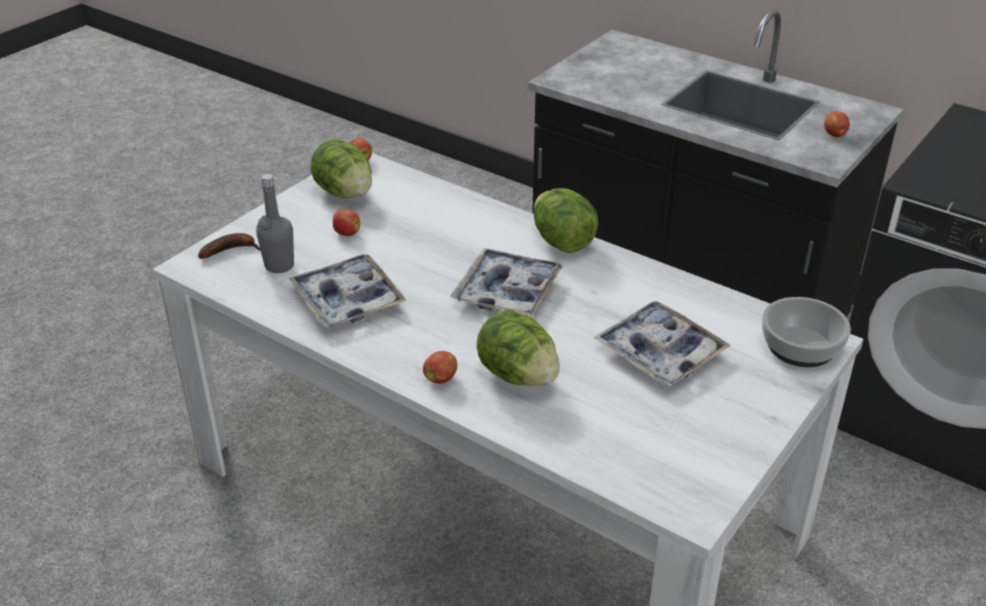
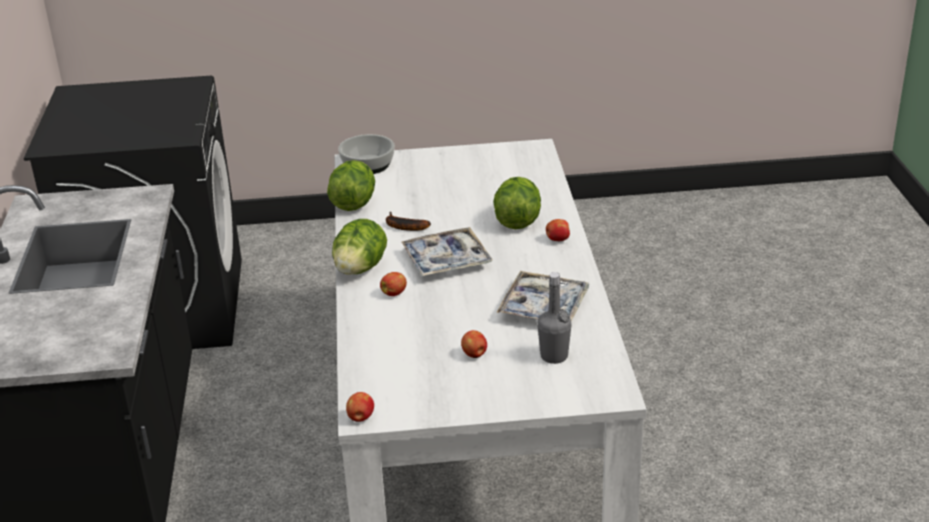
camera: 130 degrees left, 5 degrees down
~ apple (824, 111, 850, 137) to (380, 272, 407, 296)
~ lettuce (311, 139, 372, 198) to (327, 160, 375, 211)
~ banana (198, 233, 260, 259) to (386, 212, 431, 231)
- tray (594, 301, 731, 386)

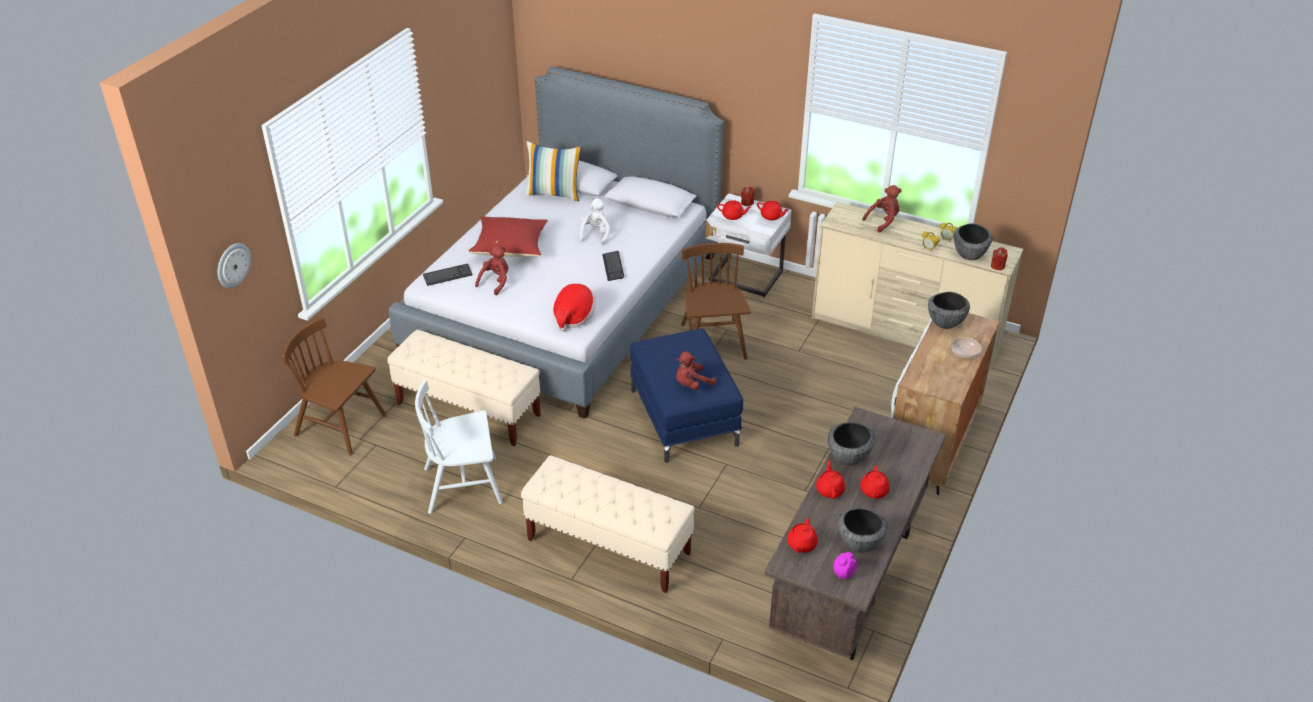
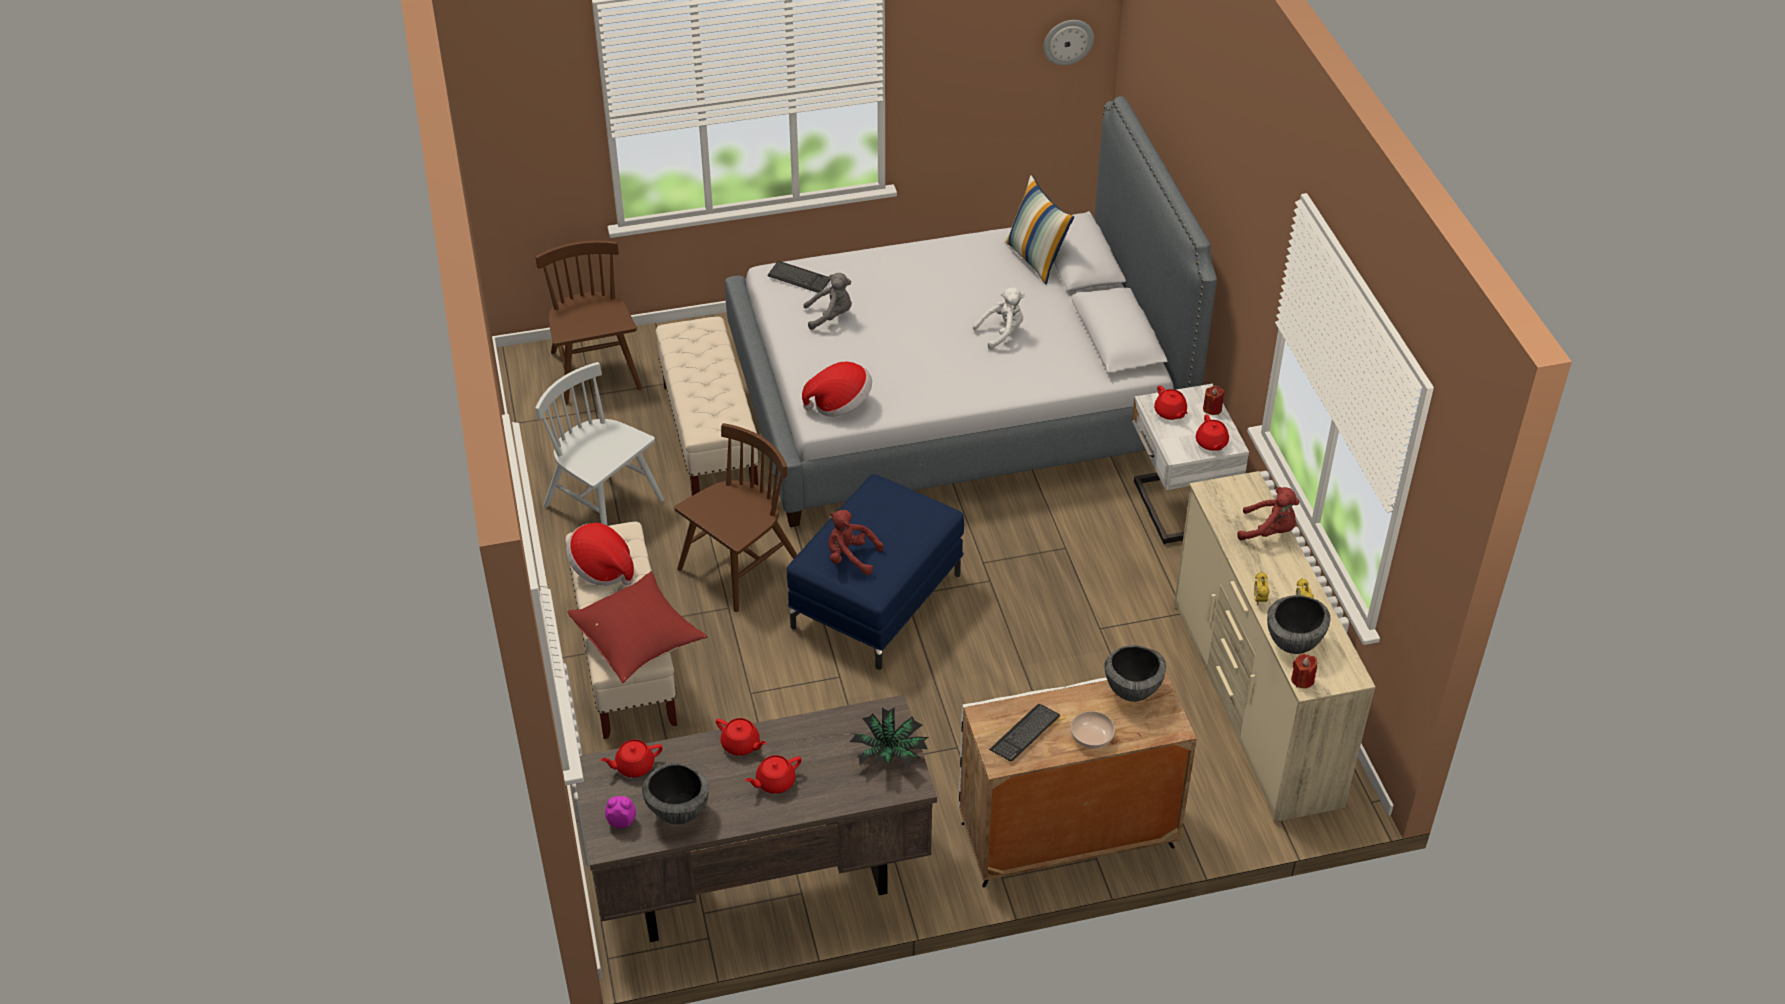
camera: 50 degrees right, 5 degrees up
~ red pillow (469, 216, 548, 257) to (567, 571, 708, 684)
~ wall clock (218, 243, 251, 288) to (1044, 20, 1094, 65)
~ brown chair (681, 243, 751, 360) to (674, 423, 797, 612)
~ red plush toy (475, 245, 508, 295) to grey plush toy (804, 273, 852, 330)
~ keyboard (602, 251, 624, 281) to (989, 704, 1060, 761)
- bowl (828, 422, 875, 466)
~ red teapot (816, 460, 845, 499) = (716, 718, 766, 756) 75 degrees clockwise
+ hat (566, 523, 634, 586)
+ potted plant (850, 708, 928, 767)

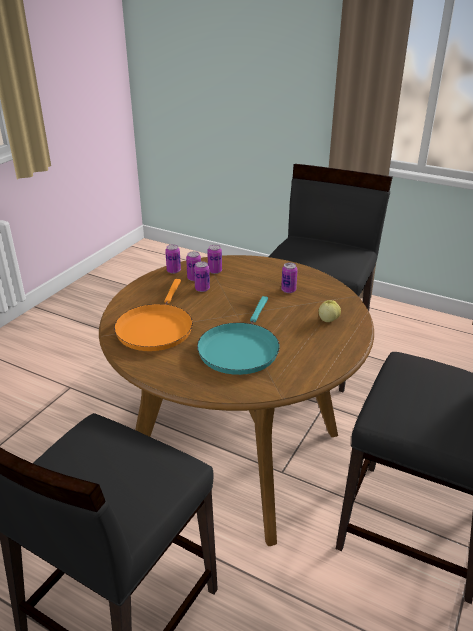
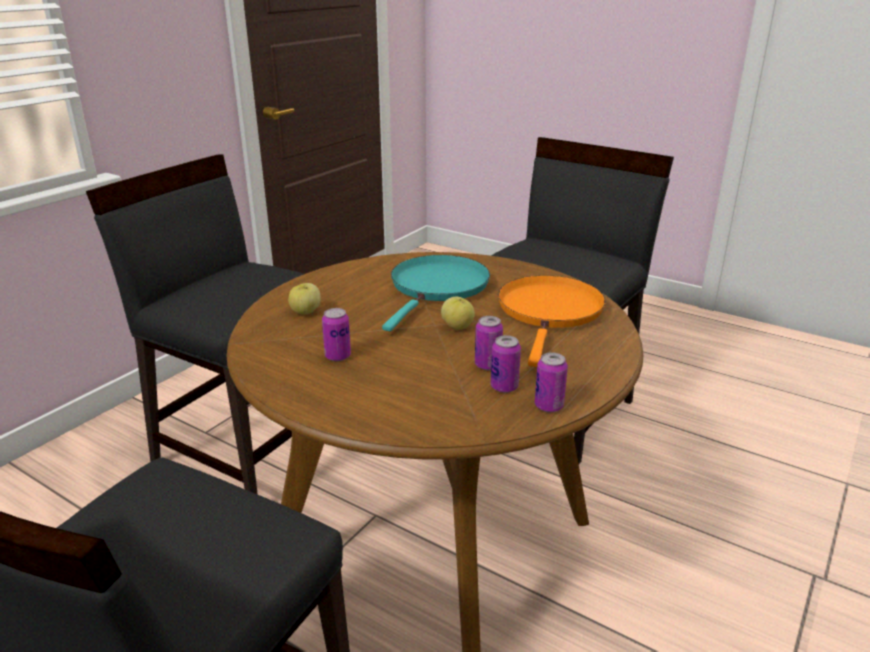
camera: 175 degrees left, 5 degrees down
- can (207, 245, 222, 274)
+ apple (441, 297, 475, 330)

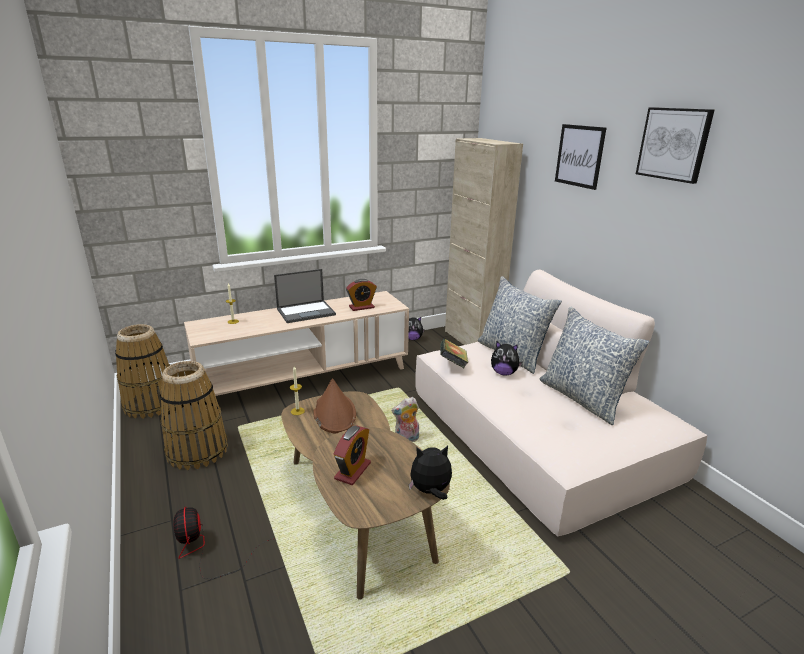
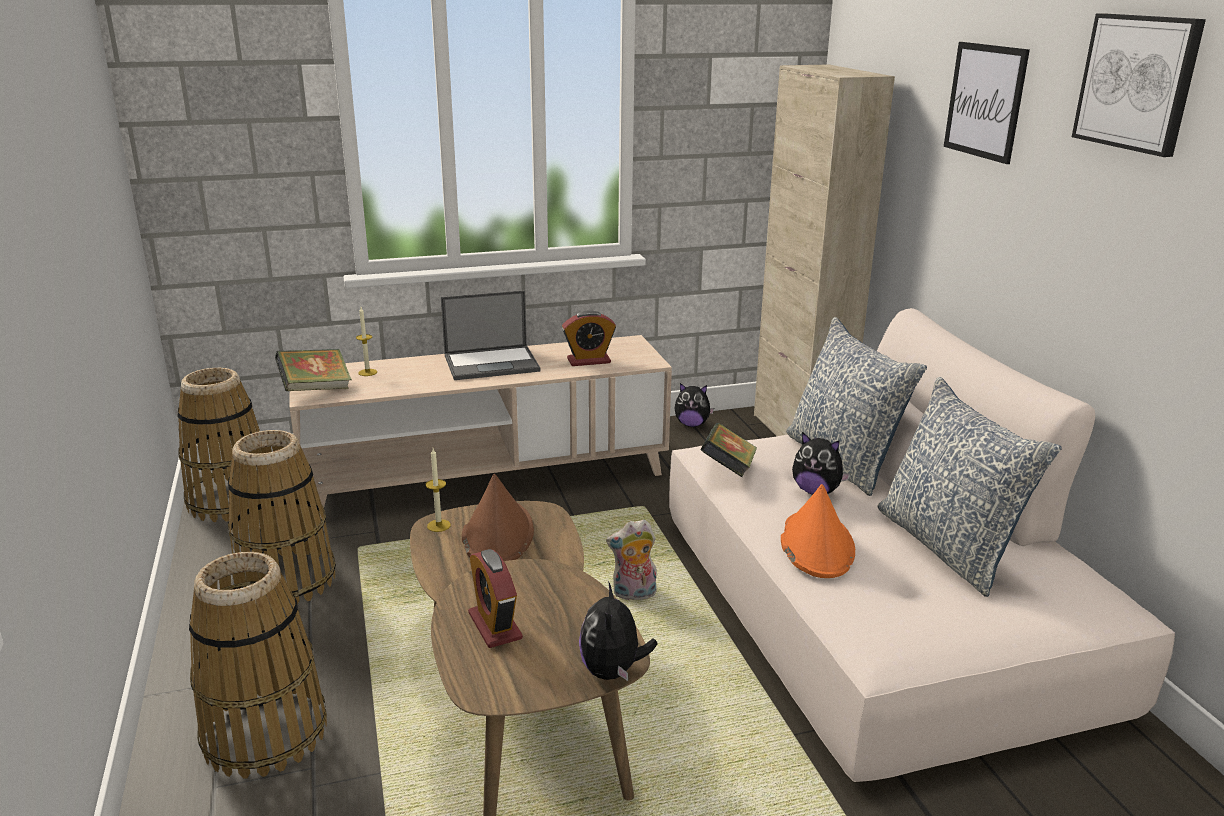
camera: 10 degrees right, 0 degrees up
~ alarm clock (334, 425, 371, 485) = (468, 549, 523, 648) 120 degrees clockwise
~ plush toy (409, 445, 452, 500) = (579, 581, 657, 681) 90 degrees counterclockwise
~ fan (173, 507, 275, 579) to basket (189, 552, 327, 778)
+ book (275, 349, 352, 391)
+ orange hat (781, 484, 855, 578)

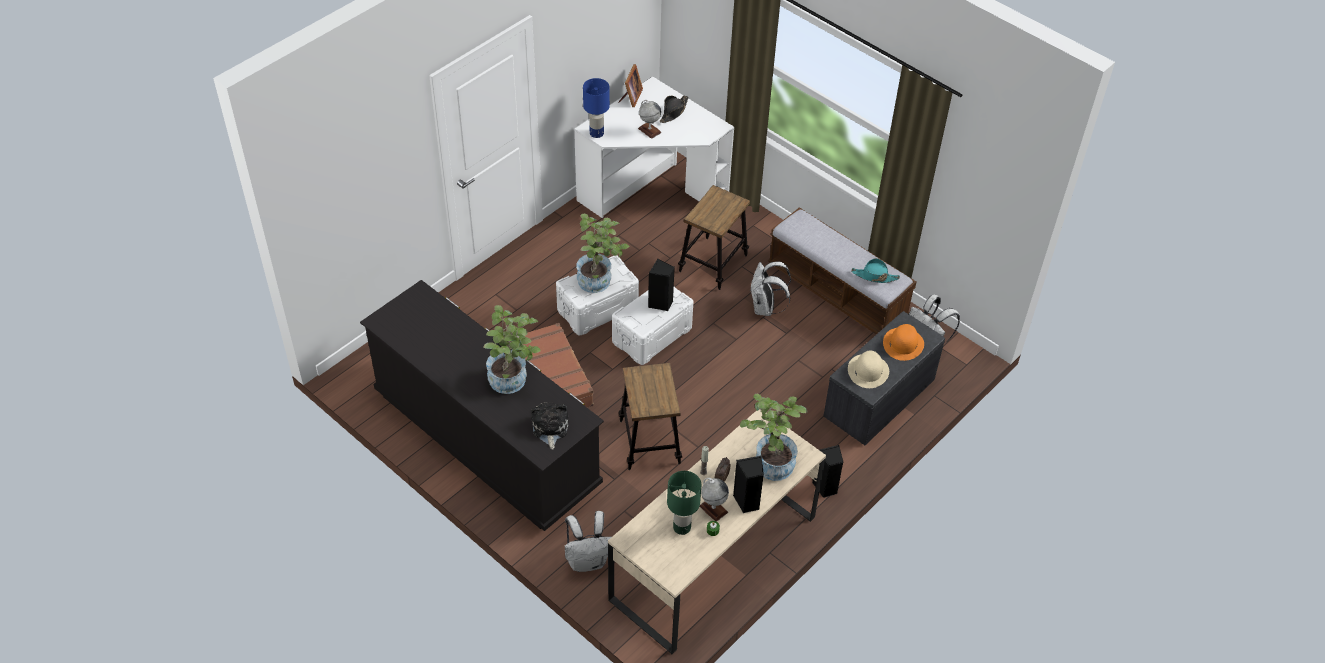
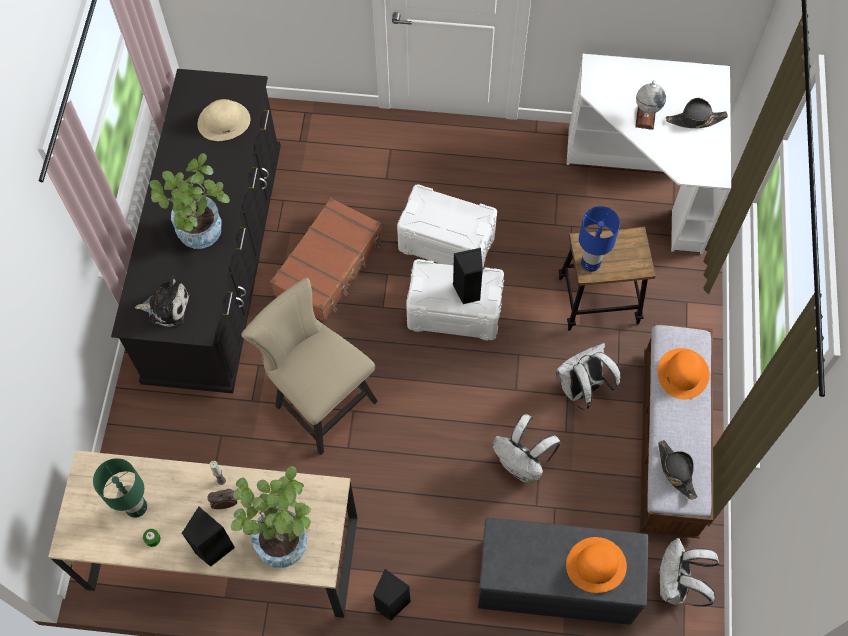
camera: 55 degrees right, 15 degrees up
- picture frame (618, 64, 643, 107)
~ blue table lamp (583, 78, 610, 138) to (579, 206, 620, 272)
- potted plant (576, 214, 630, 293)
~ turquoise hat (851, 258, 900, 283) to black hat (658, 440, 698, 500)
~ beige hat (848, 351, 889, 388) to (197, 99, 250, 141)
~ stool (619, 363, 682, 470) to beige chair (241, 278, 378, 455)
~ plush toy (531, 402, 569, 450) = (135, 275, 190, 327) 45 degrees clockwise
- globe (699, 478, 729, 522)
~ white backpack (565, 511, 611, 572) to (493, 414, 561, 483)
+ orange hat (658, 348, 710, 400)

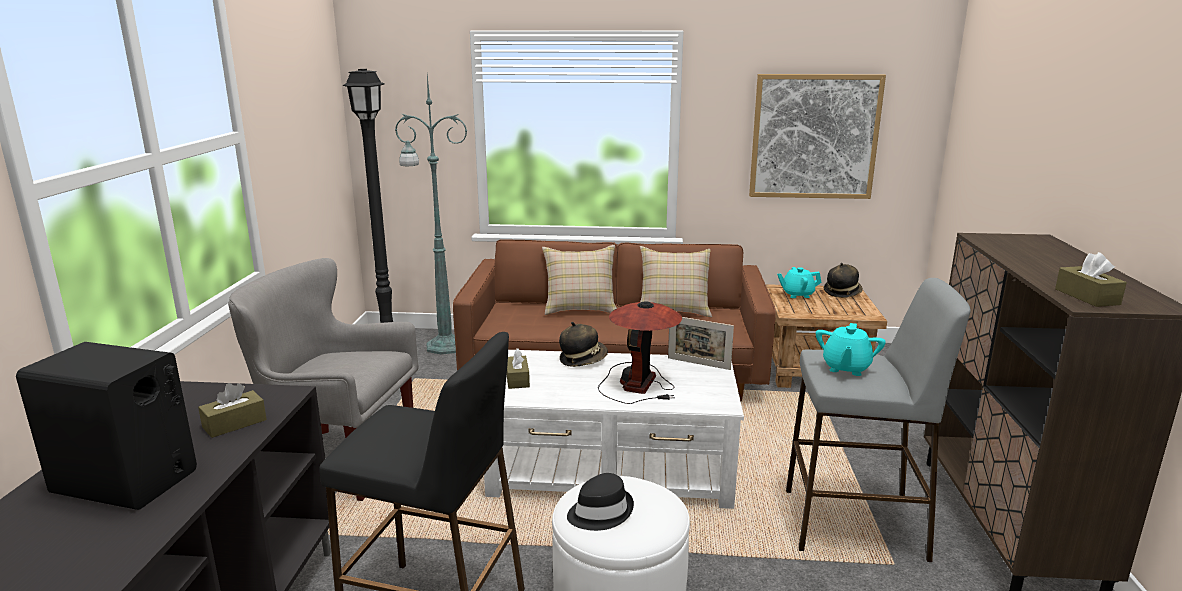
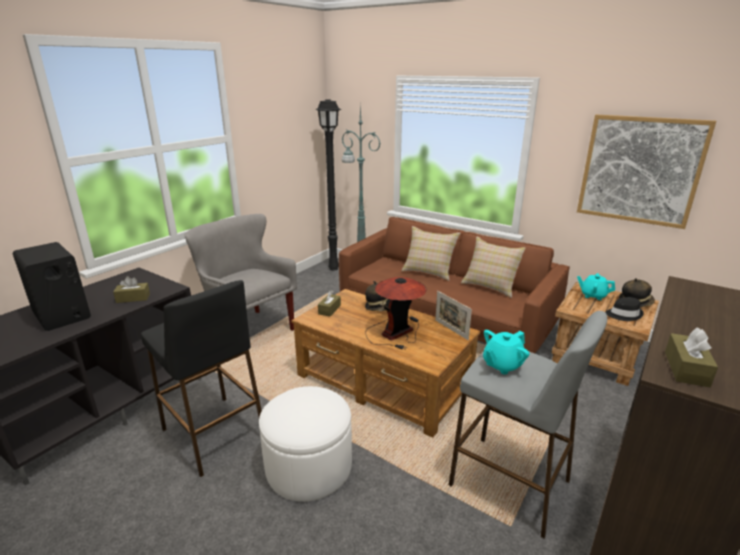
camera: 30 degrees right, 5 degrees up
~ white coffee table (484, 350, 744, 509) to brown coffee table (291, 289, 481, 438)
~ black hat (567, 473, 634, 531) to (606, 297, 644, 321)

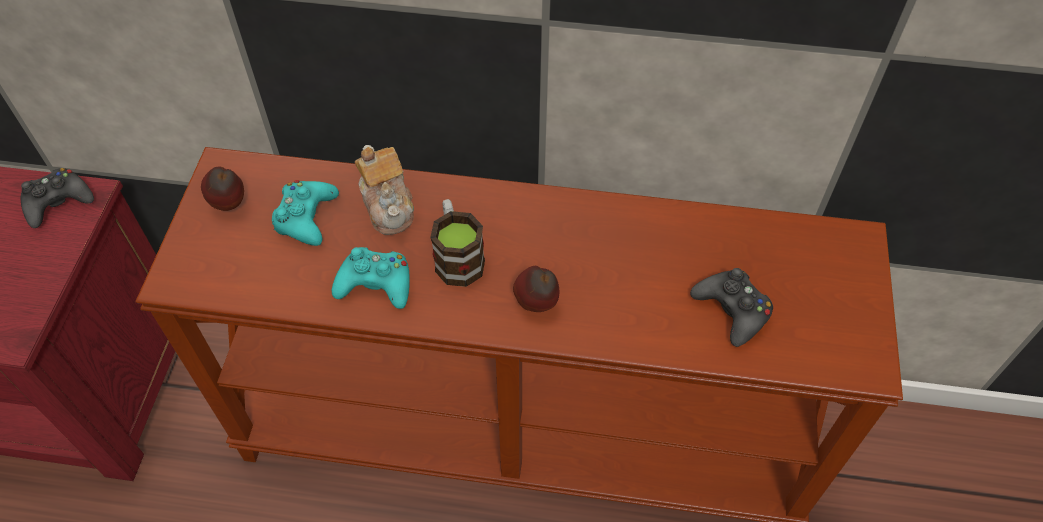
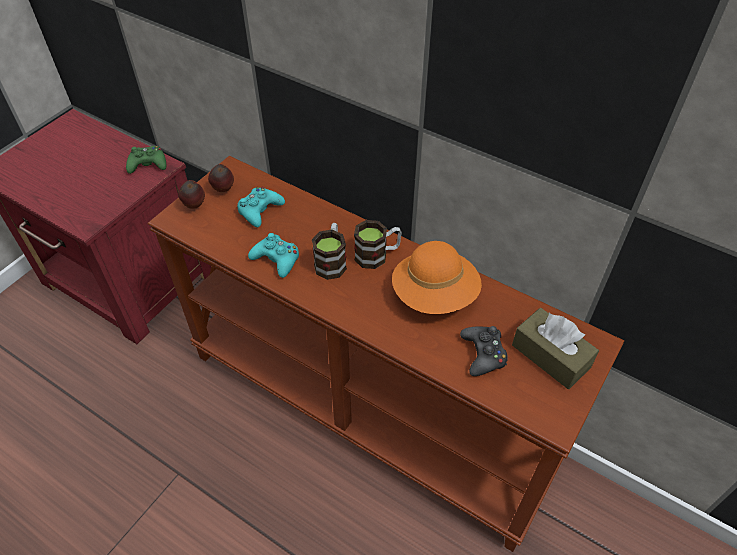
camera: 25 degrees right, 5 degrees down
- teapot (355, 145, 414, 235)
~ black game controller (21, 168, 94, 228) to green game controller (126, 146, 167, 174)
~ apple (513, 266, 559, 312) to (178, 180, 205, 209)
+ mug (354, 220, 402, 269)
+ orange hat (392, 241, 482, 314)
+ brown tissue box (512, 308, 599, 389)

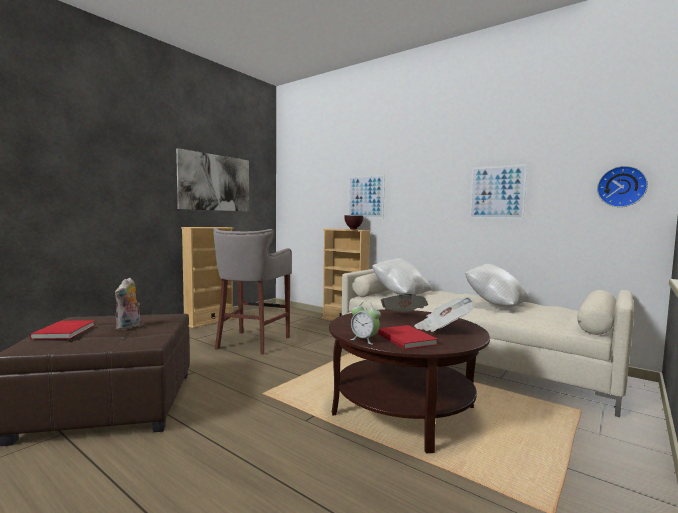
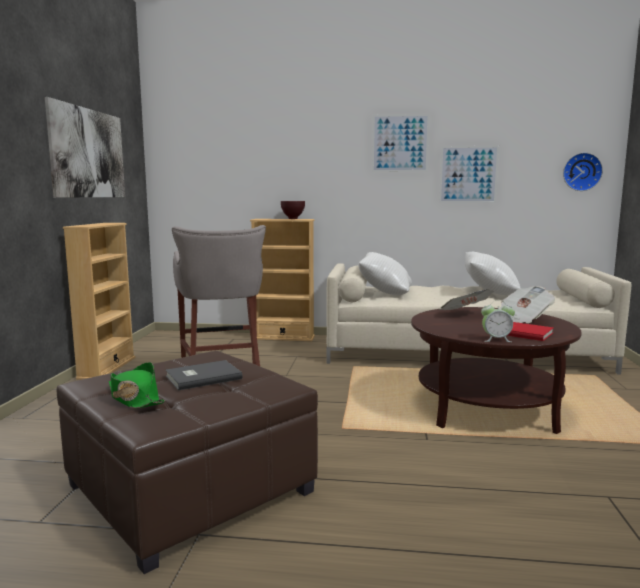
camera: 30 degrees left, 5 degrees up
~ picture (348, 175, 385, 218) to (372, 114, 429, 172)
~ plush toy (115, 277, 140, 330) to grey book (166, 360, 242, 391)
~ red book (30, 320, 95, 339) to green hat (109, 362, 165, 409)

